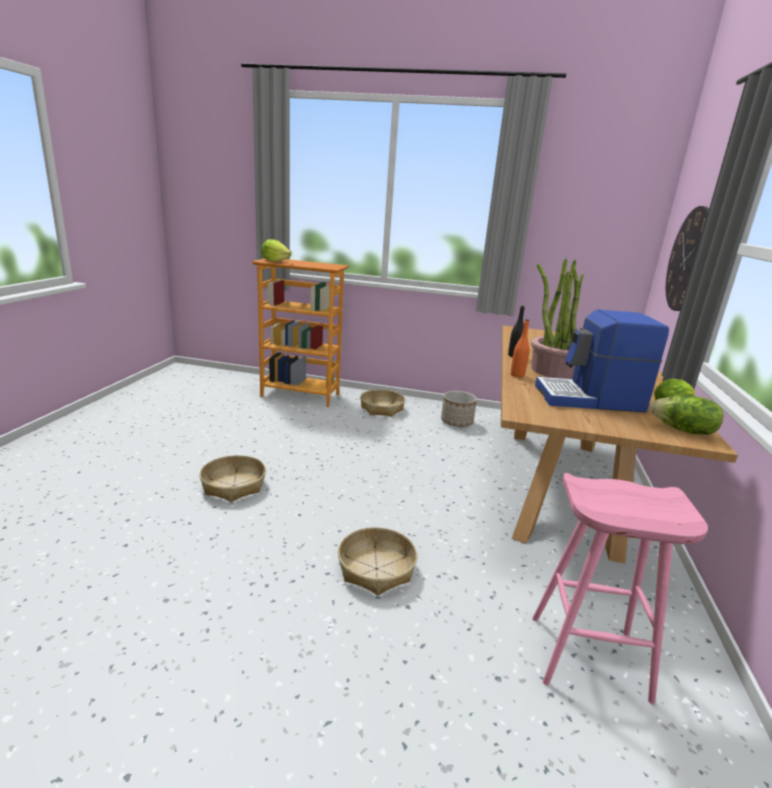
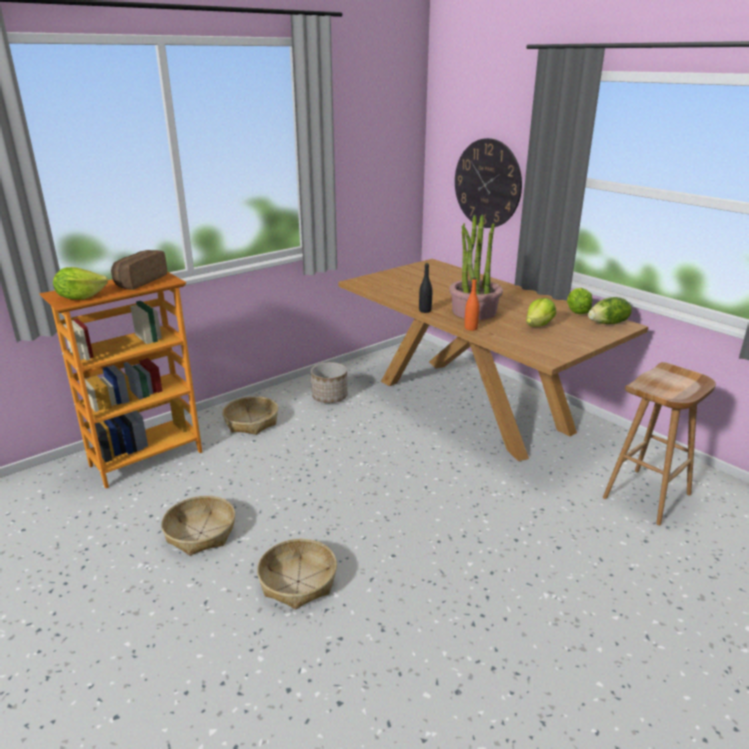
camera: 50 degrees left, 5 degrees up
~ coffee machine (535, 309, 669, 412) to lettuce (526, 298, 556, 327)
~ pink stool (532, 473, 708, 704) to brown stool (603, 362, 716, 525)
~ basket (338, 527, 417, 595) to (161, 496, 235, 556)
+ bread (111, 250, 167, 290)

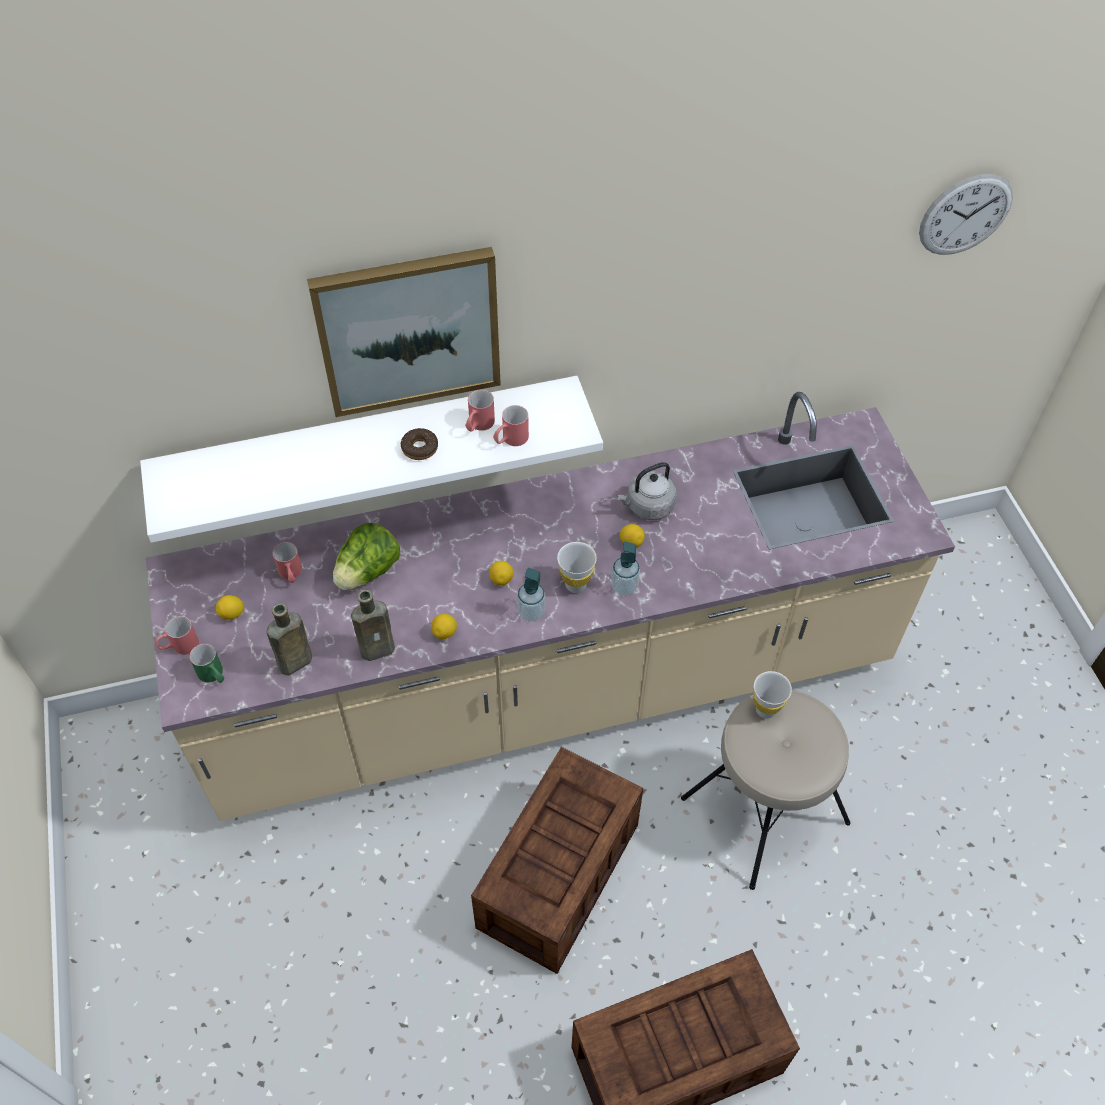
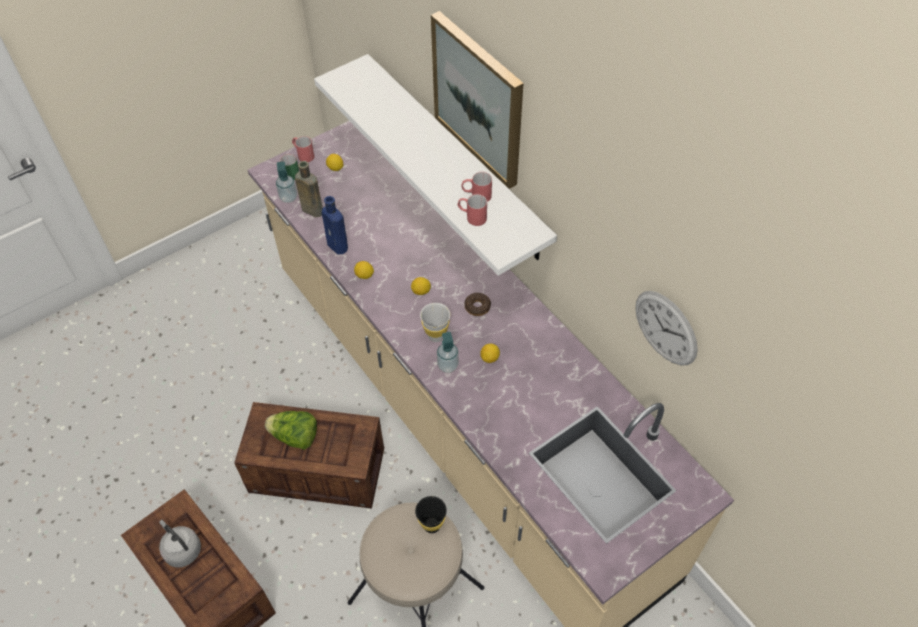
camera: 70 degrees right, 0 degrees up
~ wall clock (919, 174, 1013, 255) to (635, 291, 698, 365)
~ donut (401, 428, 438, 460) to (464, 293, 491, 316)
~ grey kettle (616, 462, 677, 520) to (159, 520, 201, 568)
~ lettuce (333, 523, 400, 590) to (265, 411, 317, 450)
- red mug (273, 542, 302, 583)
~ soap dispenser (517, 568, 545, 621) to (276, 161, 297, 203)
~ brown bottle (351, 590, 395, 661) to blue bottle (322, 196, 348, 254)
~ white cup (753, 671, 792, 719) to black cup (415, 496, 447, 533)

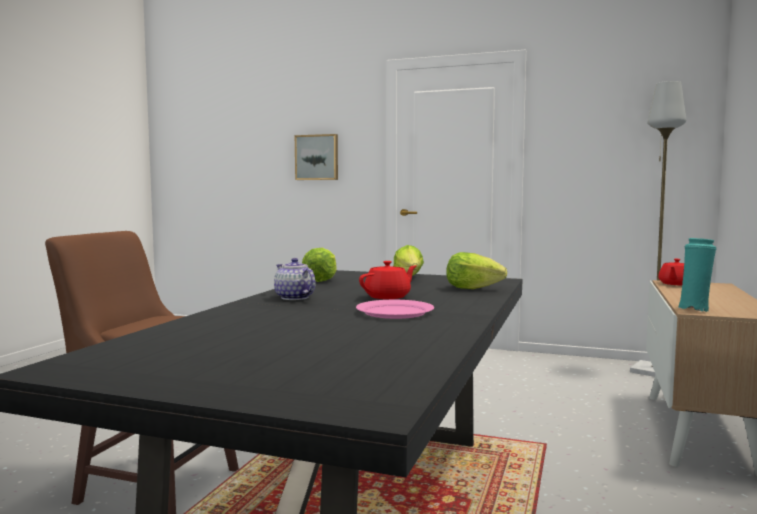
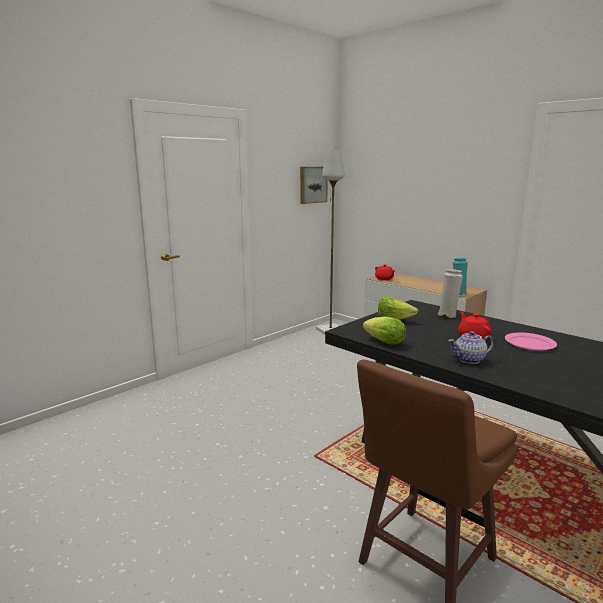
camera: 65 degrees left, 10 degrees up
~ picture (295, 134, 338, 180) to (300, 167, 328, 204)
~ lettuce (446, 252, 507, 289) to white vase (438, 269, 463, 318)

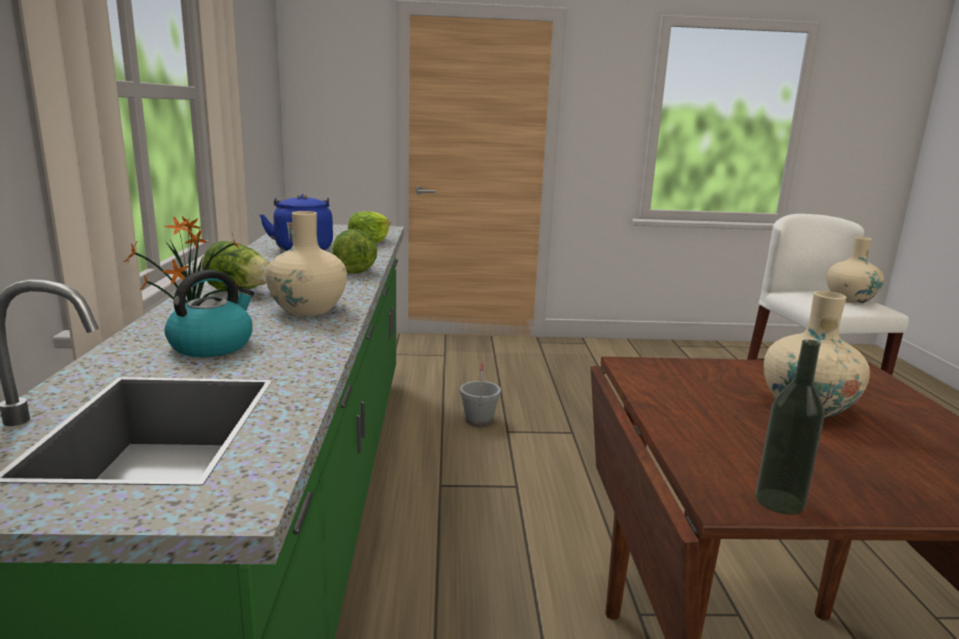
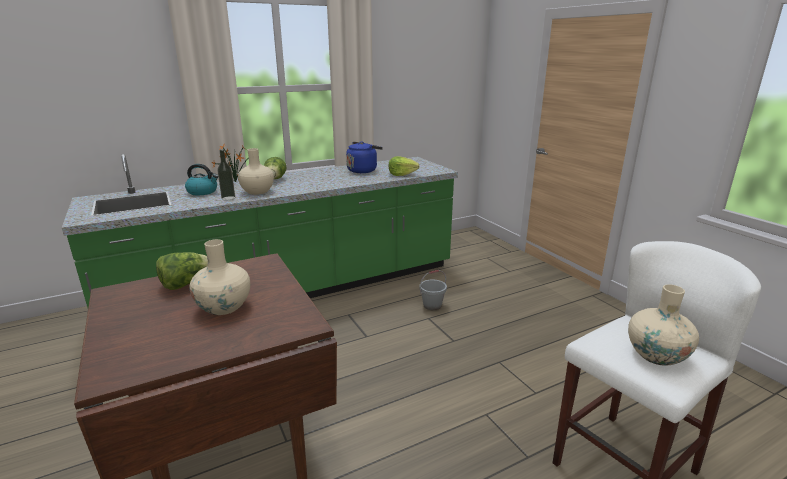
camera: 65 degrees right, 5 degrees up
~ lettuce (332, 229, 377, 274) to (156, 252, 208, 290)
~ bottle (755, 340, 825, 515) to (217, 150, 235, 200)

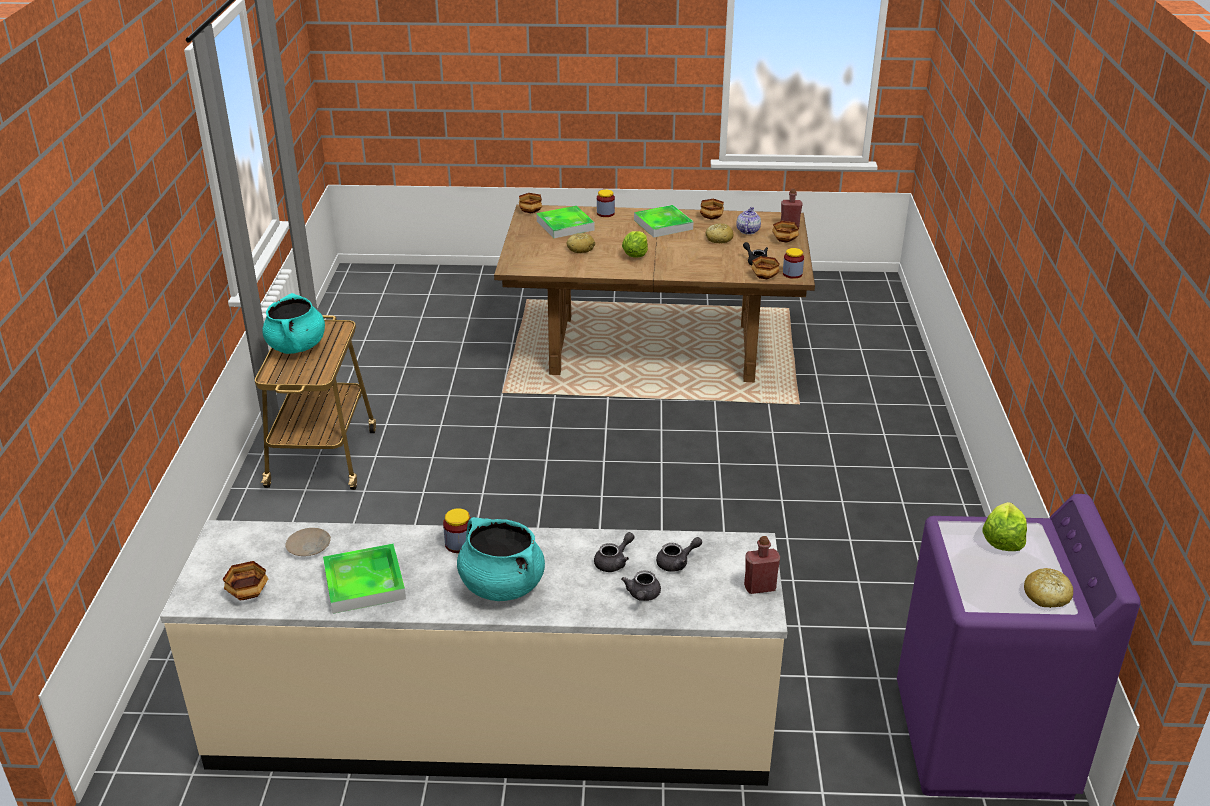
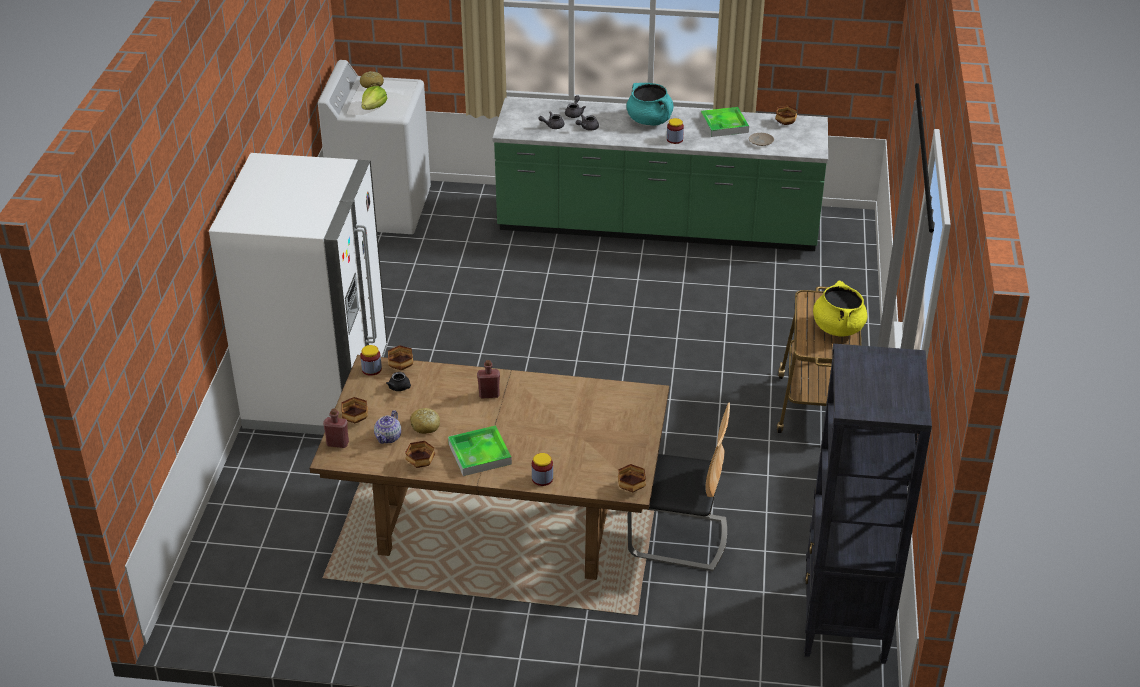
camera: 175 degrees left, 5 degrees up
- tray (536, 206, 595, 238)
- lettuce (622, 231, 648, 257)
- bread (566, 233, 595, 253)
~ turquoise cooking pot (262, 293, 325, 354) to yellow cooking pot (813, 280, 867, 337)
~ purple washing machine (897, 494, 1141, 800) to white washing machine (318, 60, 431, 234)
~ beige counter (160, 520, 788, 786) to green counter (492, 98, 828, 251)
~ red bottle (744, 536, 780, 594) to (477, 360, 500, 398)
+ white fridge (209, 153, 387, 435)
+ black bookcase (804, 343, 932, 664)
+ chair (627, 402, 730, 571)

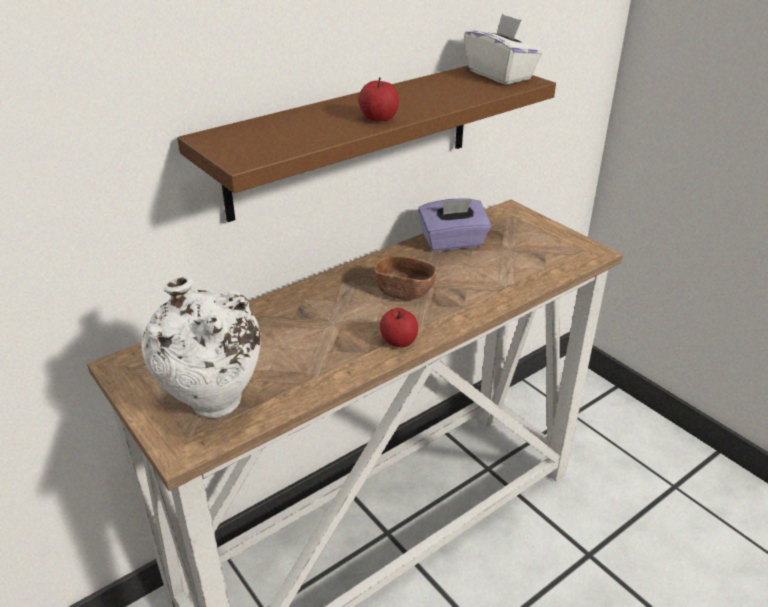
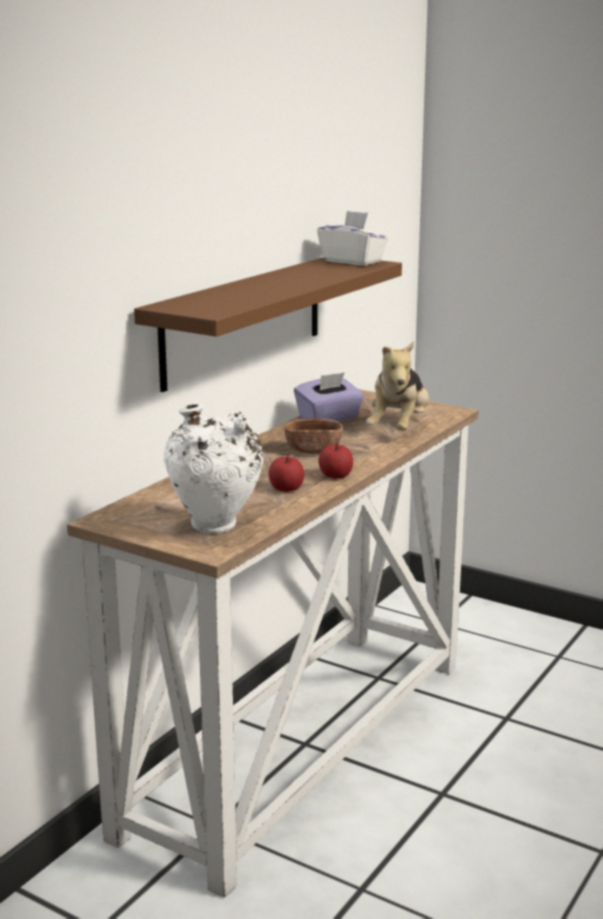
camera: 20 degrees left, 15 degrees down
~ apple (359, 77, 399, 122) to (269, 454, 304, 492)
+ plush toy (366, 341, 429, 431)

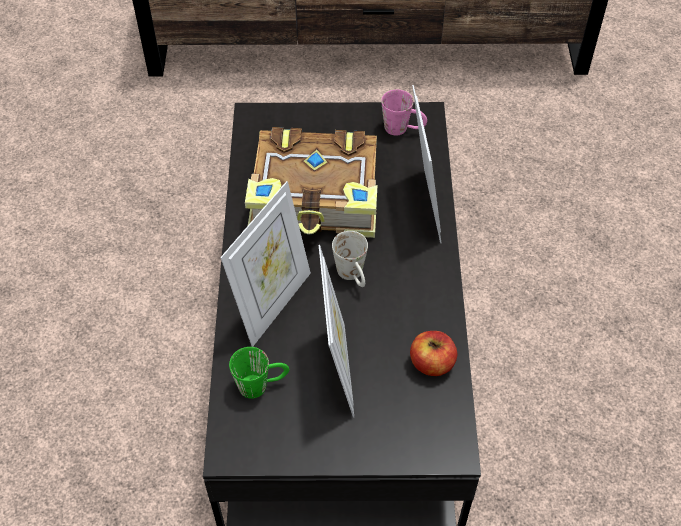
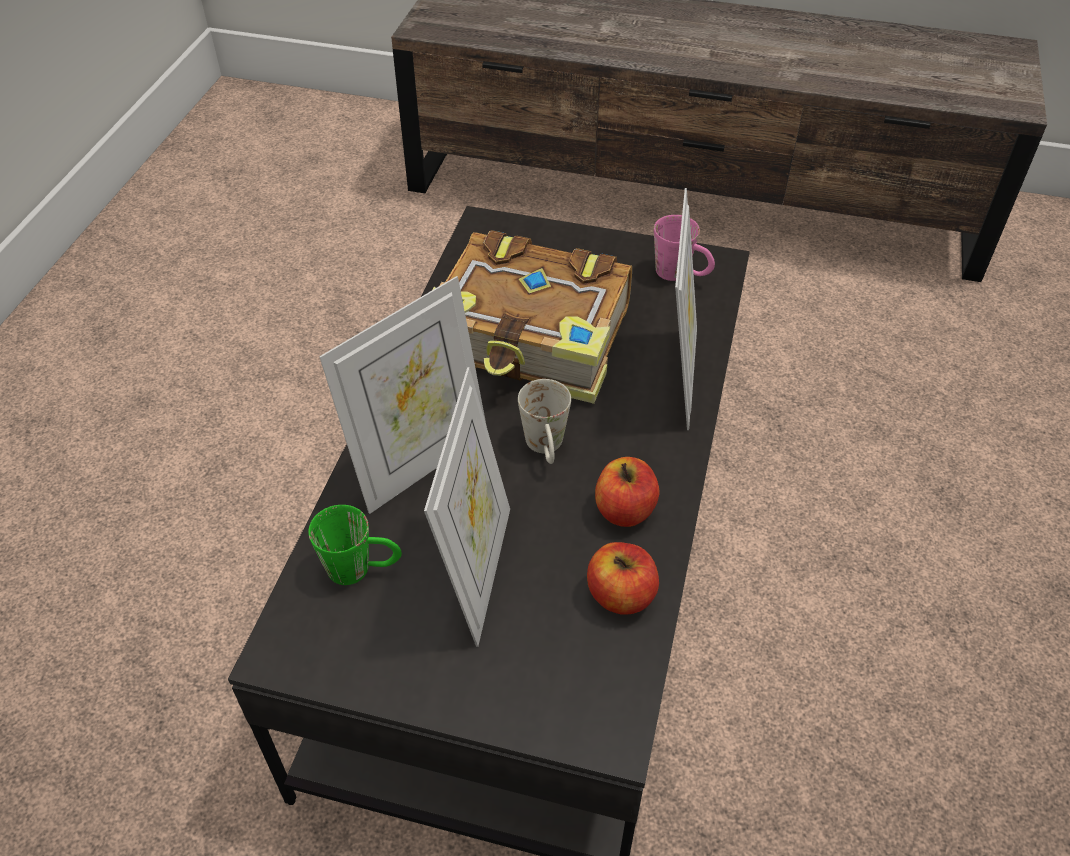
camera: 15 degrees right, 5 degrees down
+ apple (595, 457, 659, 527)

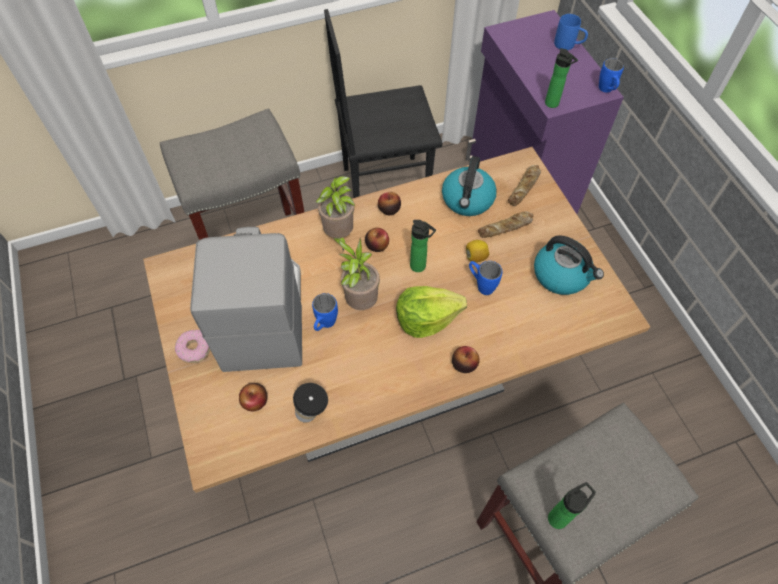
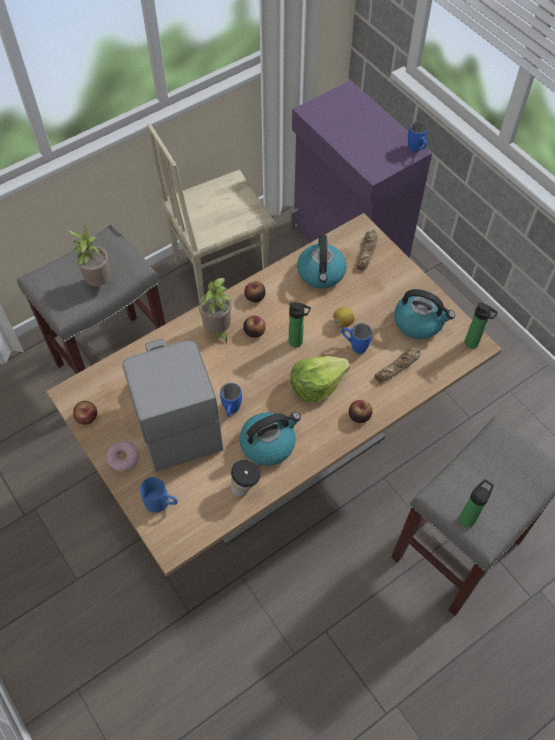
camera: 15 degrees left, 0 degrees up
~ black chair (324, 9, 442, 198) to beige chair (147, 123, 275, 302)
~ blue mug (554, 14, 588, 50) to (140, 477, 178, 513)
~ bottle (545, 48, 578, 108) to (465, 303, 498, 349)
~ bread (478, 211, 534, 238) to (374, 348, 420, 383)
~ potted plant (339, 239, 380, 310) to (68, 225, 111, 286)
~ apple (239, 383, 268, 411) to (73, 401, 97, 425)
+ kettle (240, 412, 301, 466)

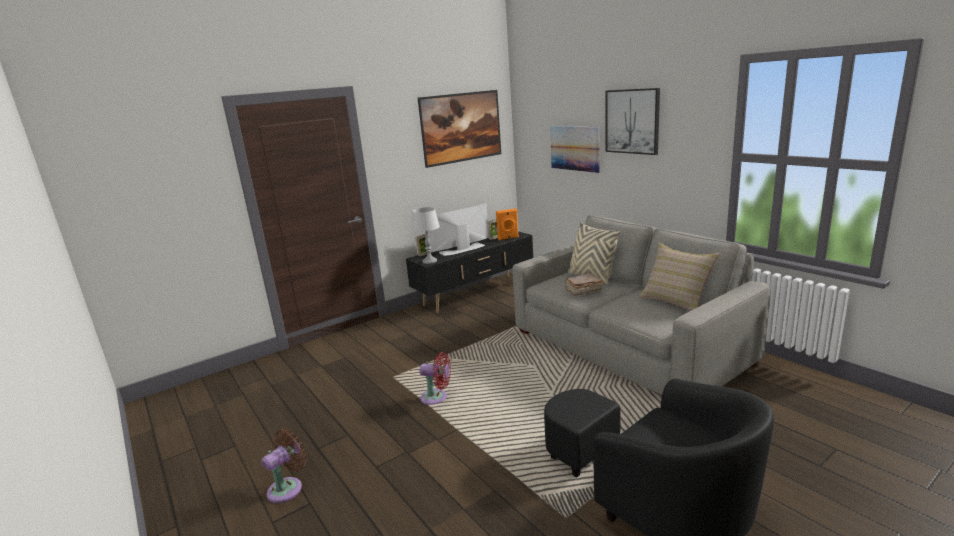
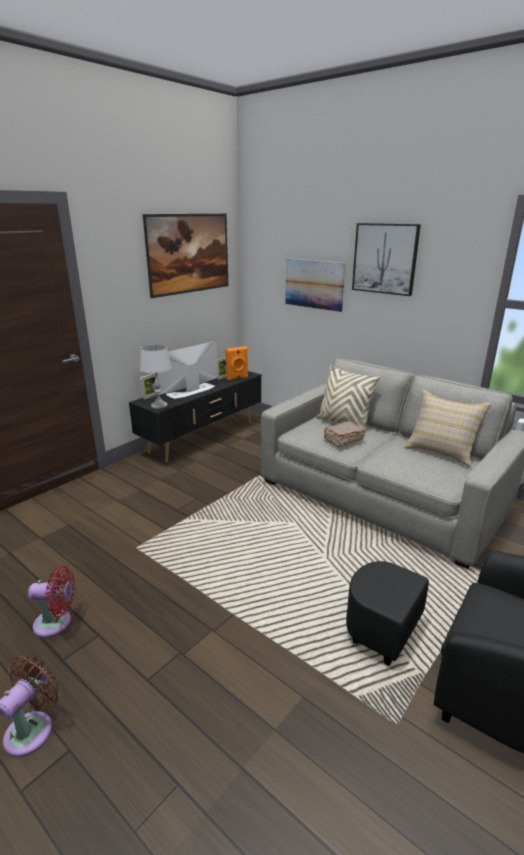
camera: 15 degrees left, 5 degrees up
~ red fan (419, 352, 451, 405) to (28, 566, 75, 638)

